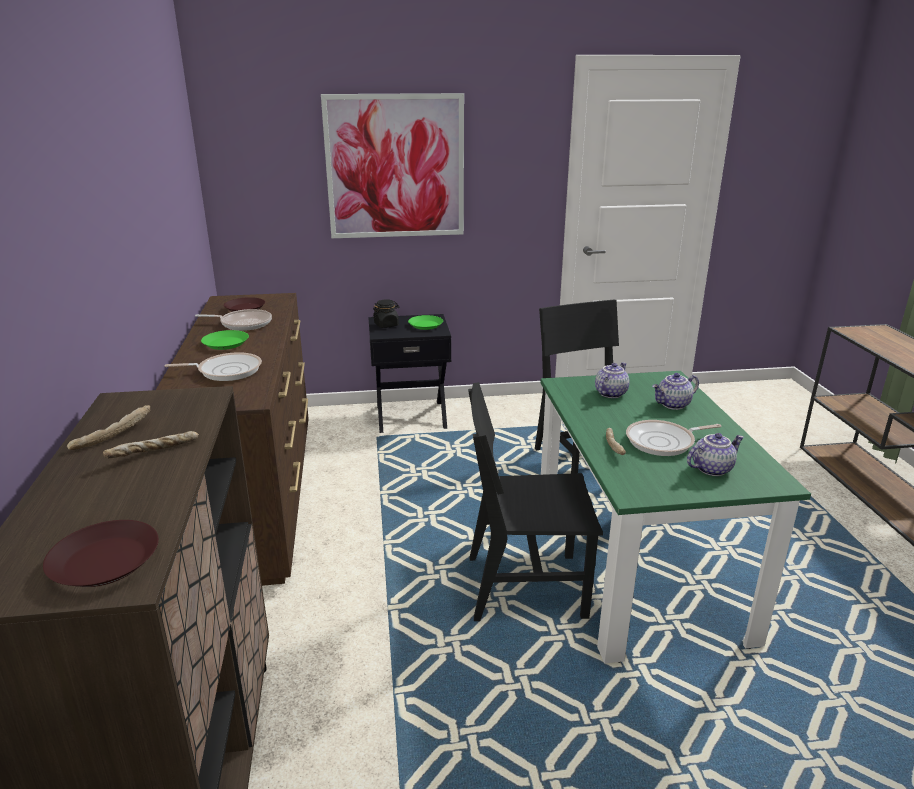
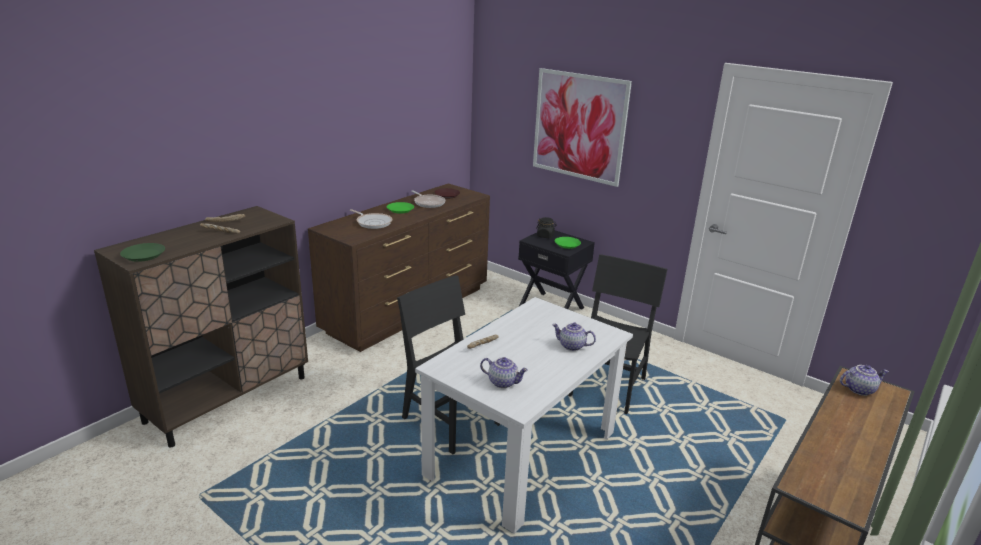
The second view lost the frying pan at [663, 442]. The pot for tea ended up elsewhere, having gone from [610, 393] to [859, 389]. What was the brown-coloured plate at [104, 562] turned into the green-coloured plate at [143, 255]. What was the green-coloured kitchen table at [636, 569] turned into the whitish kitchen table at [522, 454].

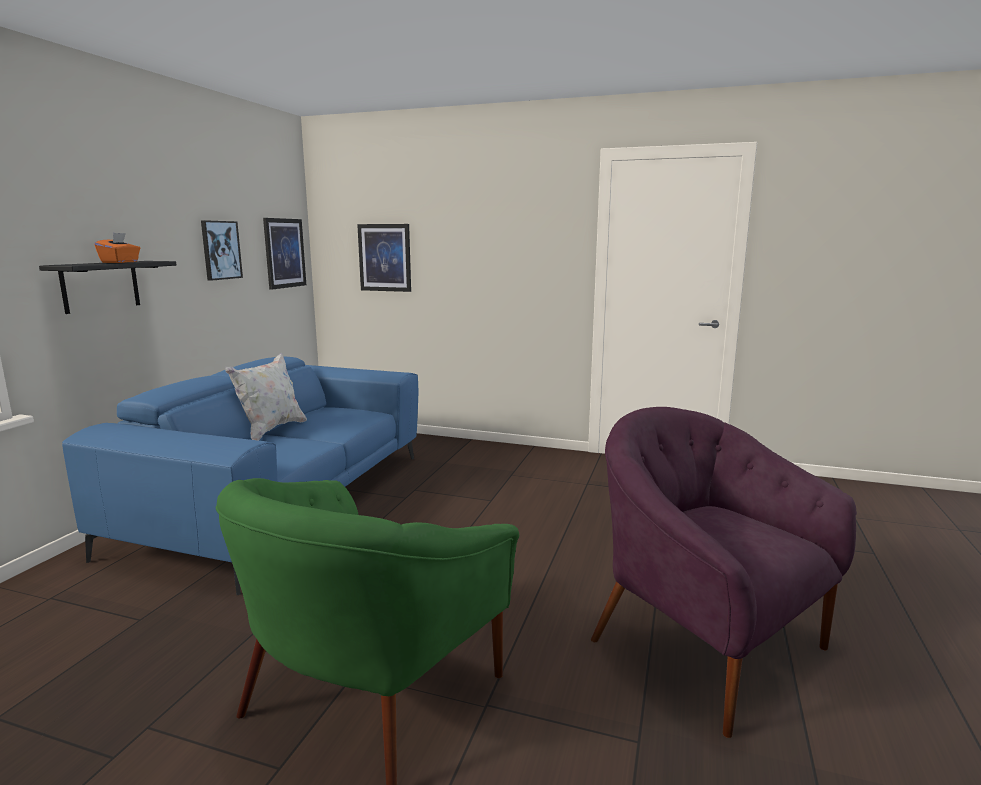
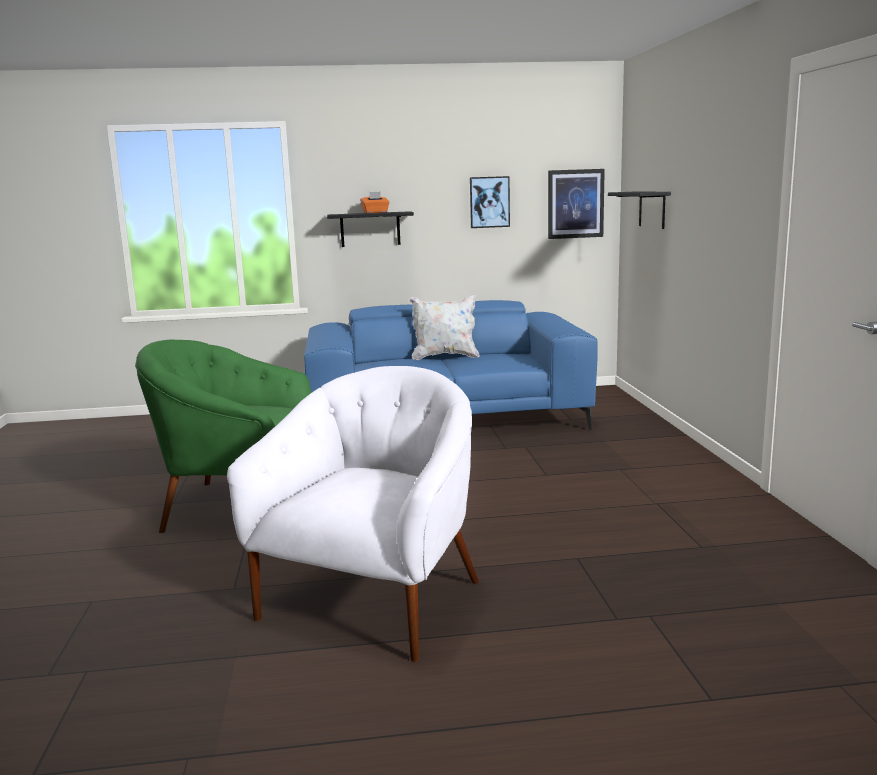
Where the wall art hung at [385, 257], the black shelf came to hang at [652, 209]. What was the purple lounge chair at [704, 644] turned into the whitish lounge chair at [374, 599].

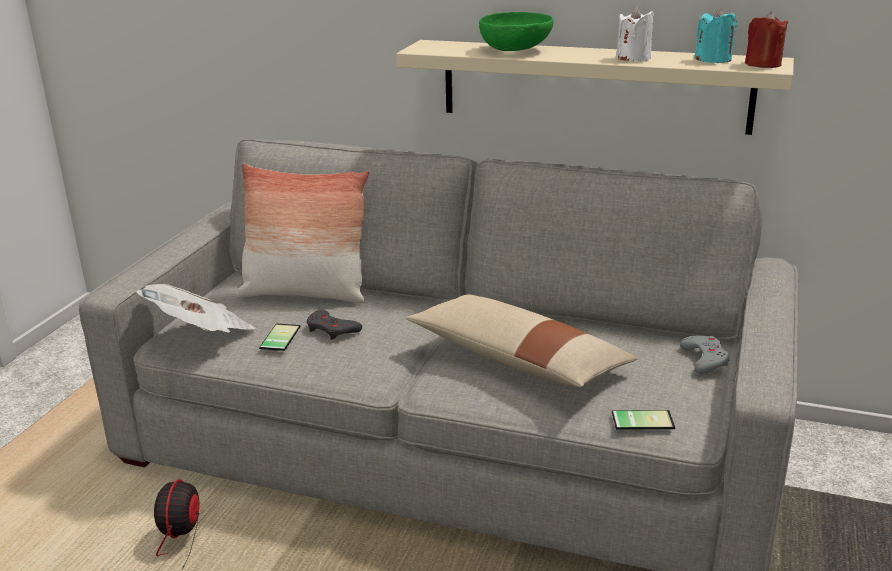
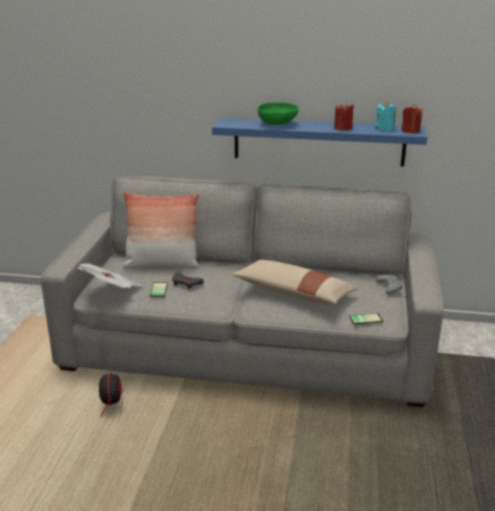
What was the beige shelf at [593, 85] turned into the blue shelf at [318, 142]. What was the whitish wax candle at [633, 58] turned into the red-coloured wax candle at [343, 128].

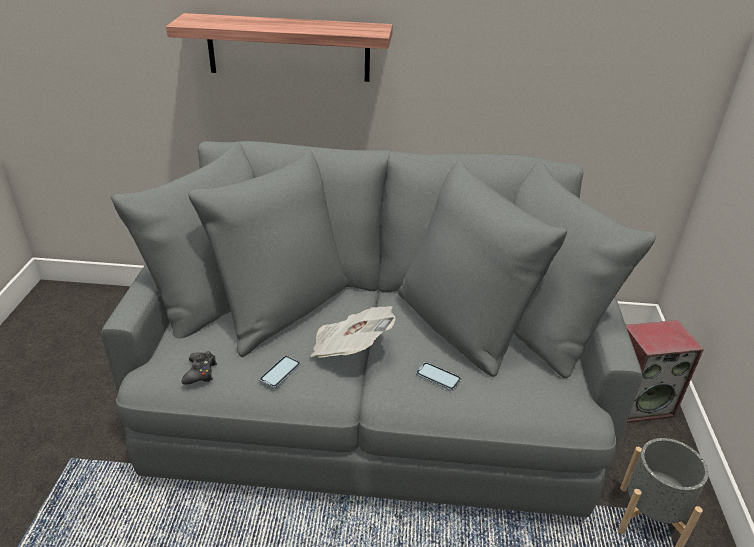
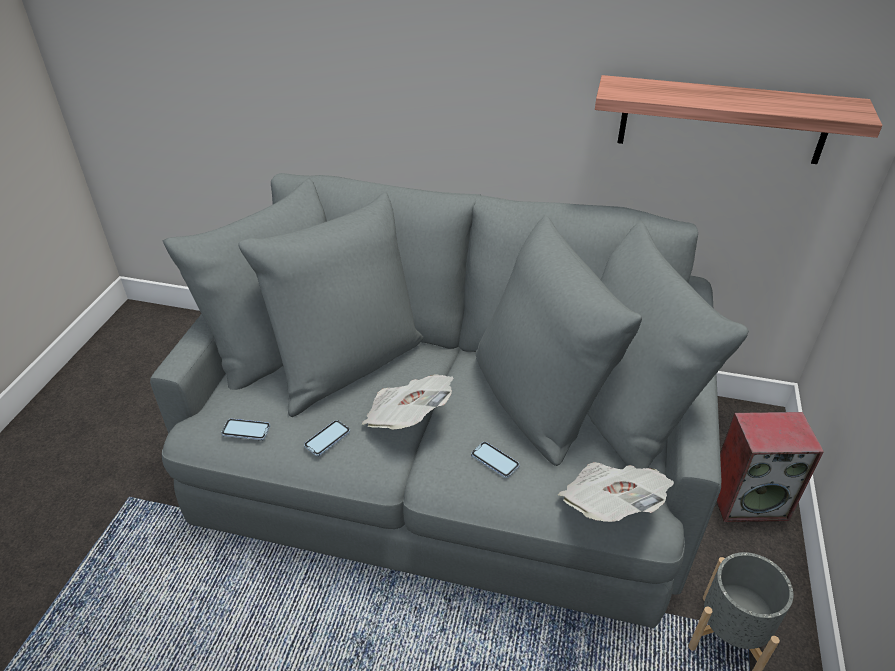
The second view gained the newspaper at [609, 505]. The shelf ended up elsewhere, having gone from [288, 48] to [722, 120]. Where the black joypad stood at [200, 372], the phone came to stand at [246, 430].

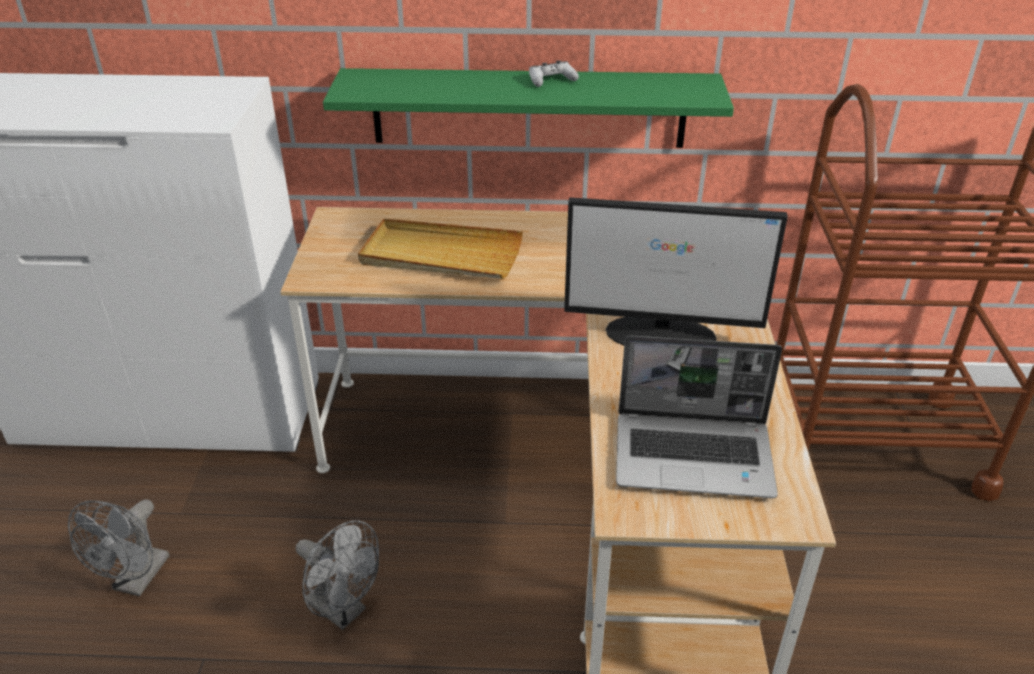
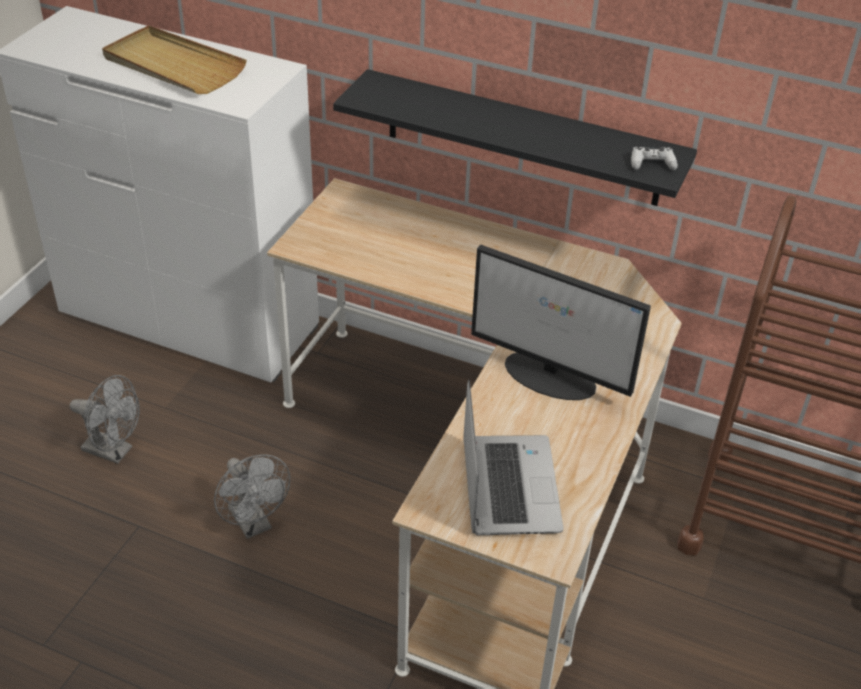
The beige carrying tray ended up elsewhere, having gone from [441, 255] to [173, 65]. The whitish joypad ended up elsewhere, having gone from [551, 80] to [652, 164]. What was the green-coloured shelf at [529, 108] turned into the black shelf at [522, 138]. The grey cooling fan at [137, 581] ended up facing another way, 105 degrees counterclockwise from before. The laptop at [695, 455] ended up facing another way, 120 degrees counterclockwise from before.

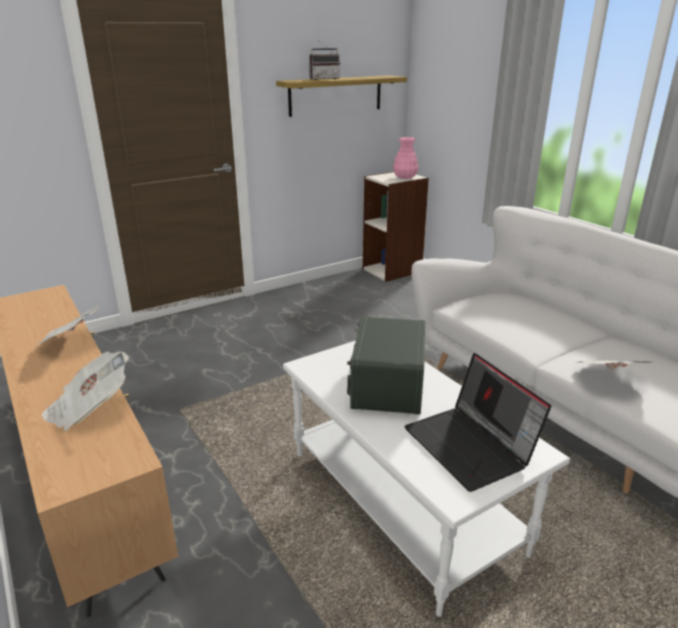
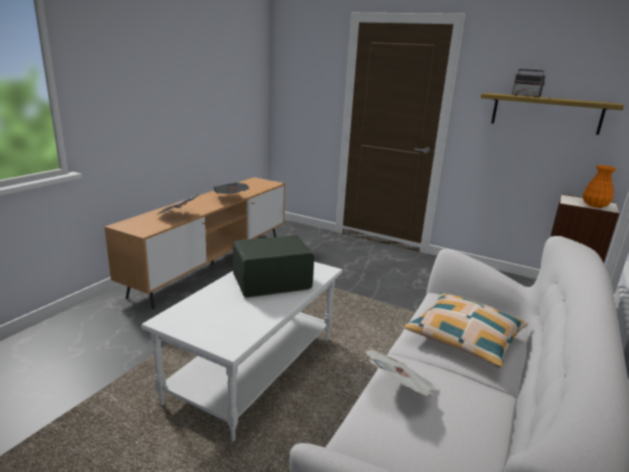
The second view lost the laptop at [471, 446]. The second view gained the throw pillow at [464, 336]. What was the pinkish decorative vase at [405, 177] turned into the orange-coloured decorative vase at [595, 205].

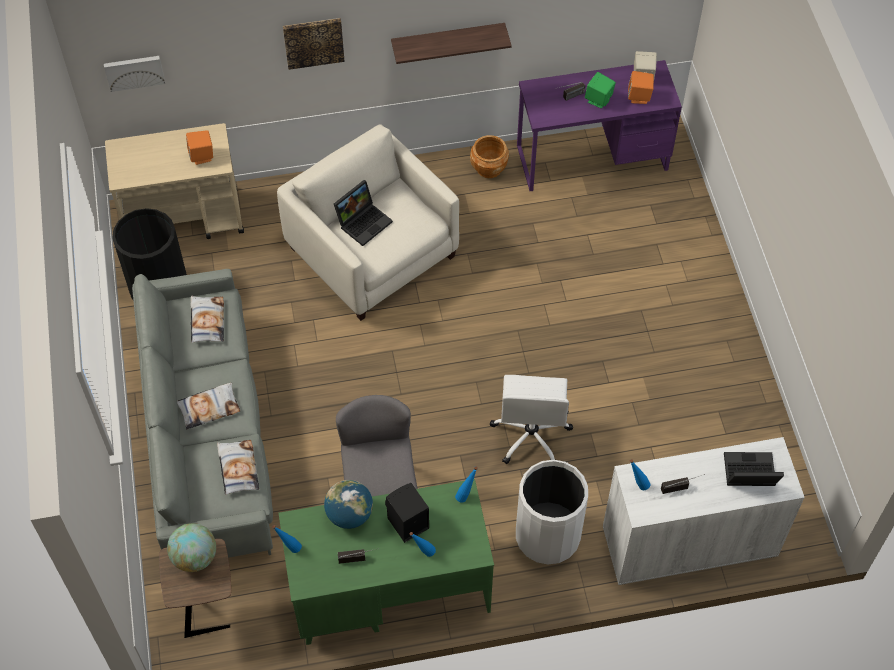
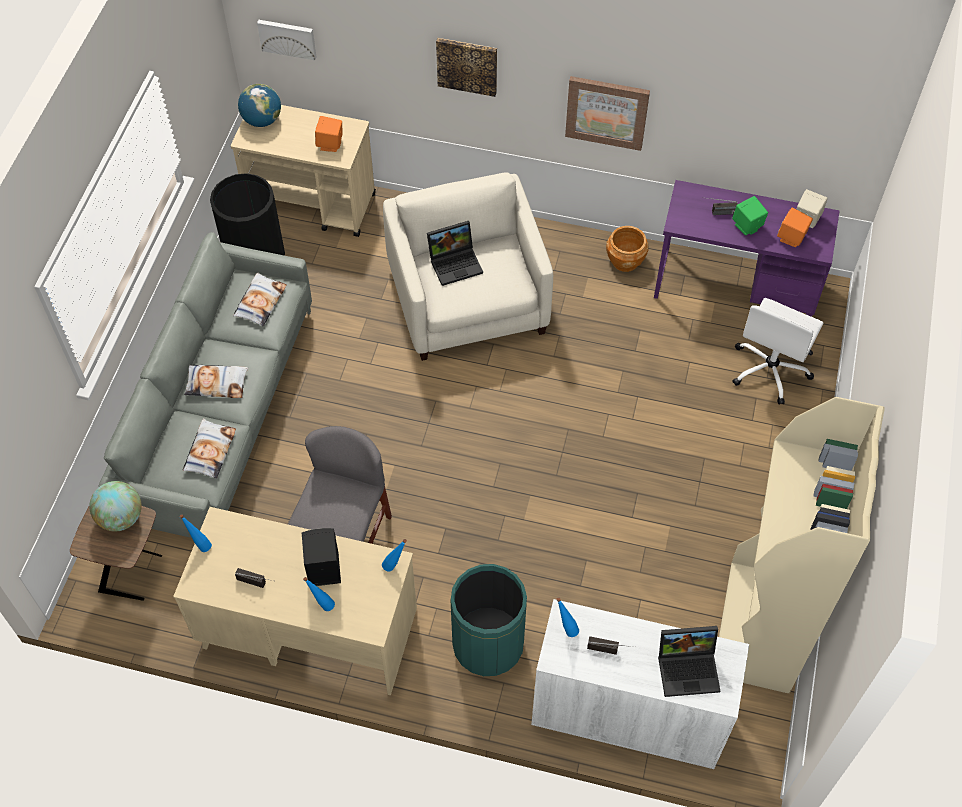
The second view gained the beige bookshelf at [759, 628]. The world globe ended up elsewhere, having gone from [349, 514] to [262, 120]. The whitish office chair ended up elsewhere, having gone from [531, 435] to [770, 370]. Where the shelf hung at [448, 42], the wall art came to hang at [607, 112]. What was the green-coloured desk unit at [388, 589] turned into the beige desk unit at [307, 629]. What was the whitish waste bin at [547, 536] turned into the green-coloured waste bin at [488, 644]. The laptop at [748, 475] ended up facing another way, 150 degrees clockwise from before.

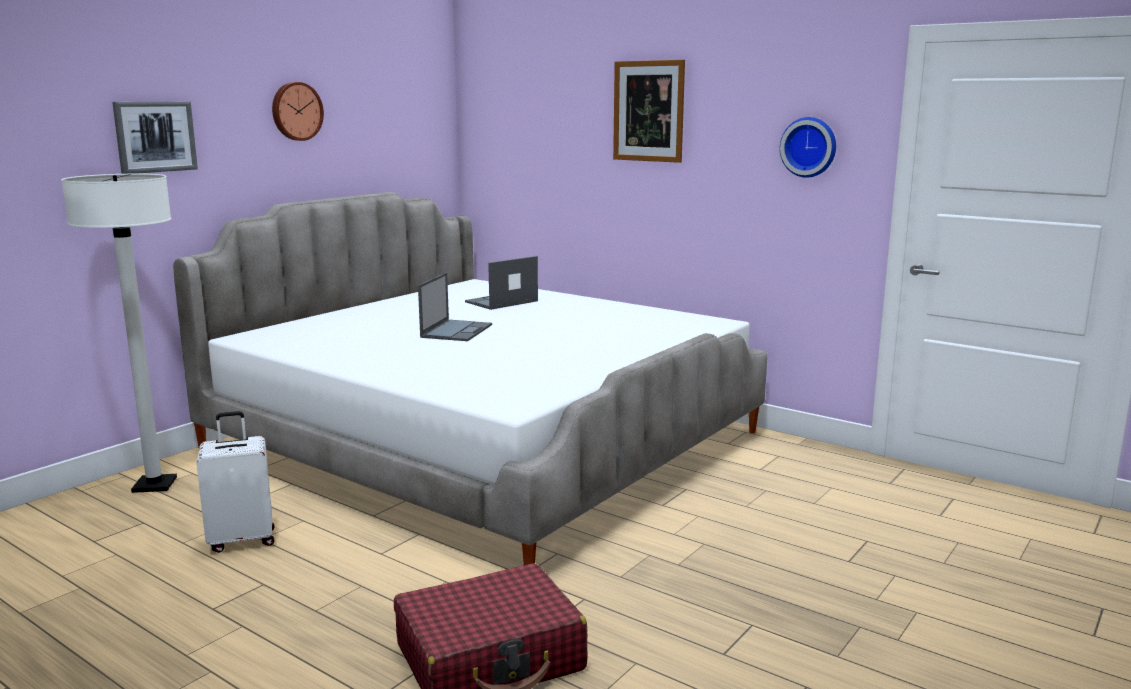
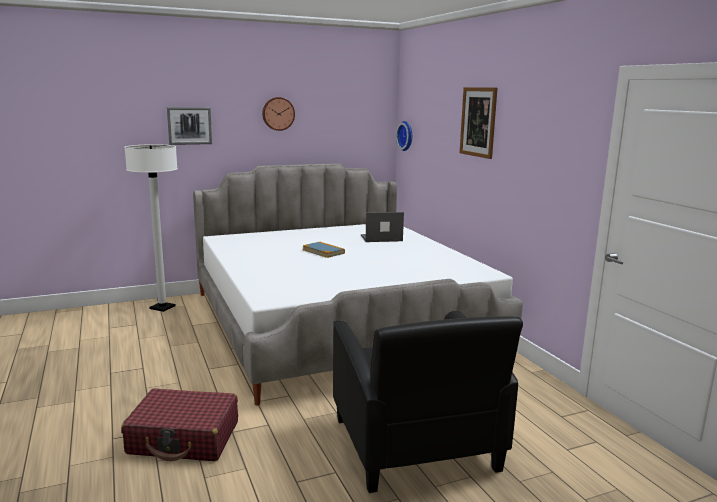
The second view lost the whitish piece of luggage at [242, 540]. The second view gained the black lounge chair at [415, 445]. The wall clock ended up elsewhere, having gone from [809, 147] to [406, 136]. Where the laptop stood at [456, 331], the book came to stand at [323, 251].

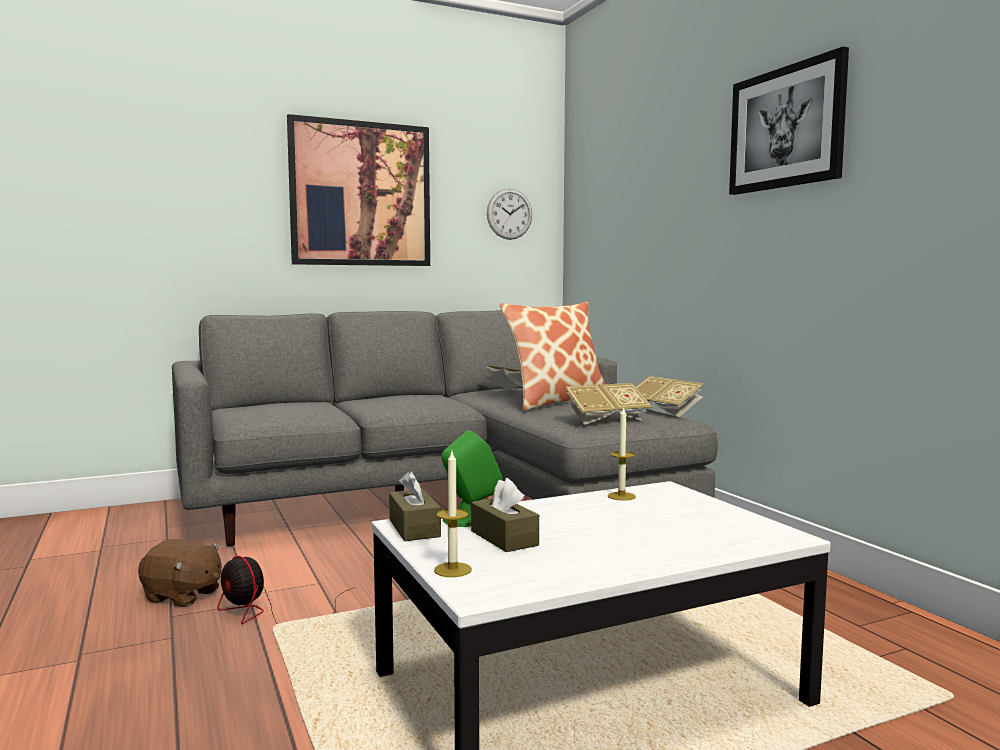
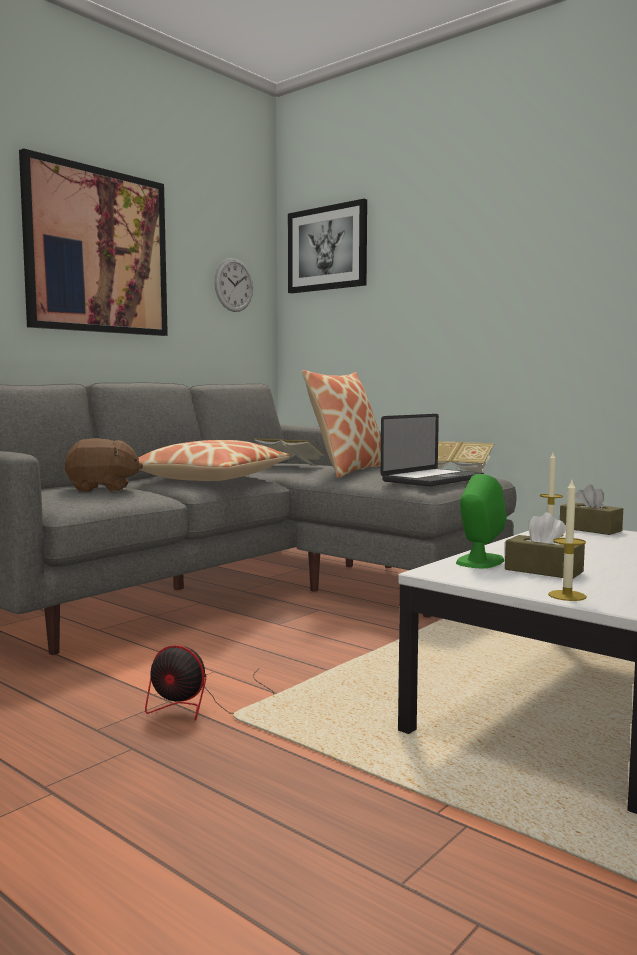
The second view gained the throw pillow at [211, 478]. The brown-coloured cuddly toy ended up elsewhere, having gone from [182, 596] to [102, 489]. The brown-coloured box of tissues ended up elsewhere, having gone from [414, 528] to [590, 529]. The wall art ended up elsewhere, having gone from [786, 128] to [327, 248]. Where the book stood at [606, 420], the laptop came to stand at [433, 479].

